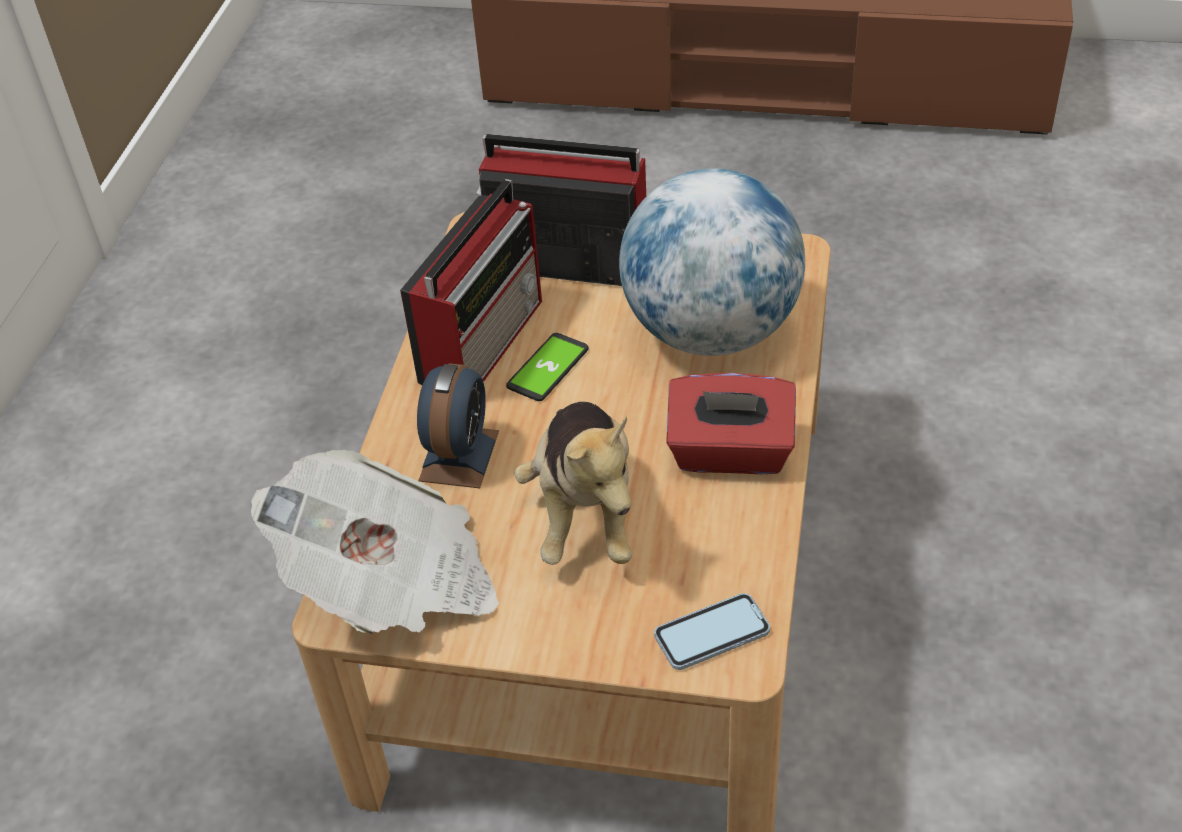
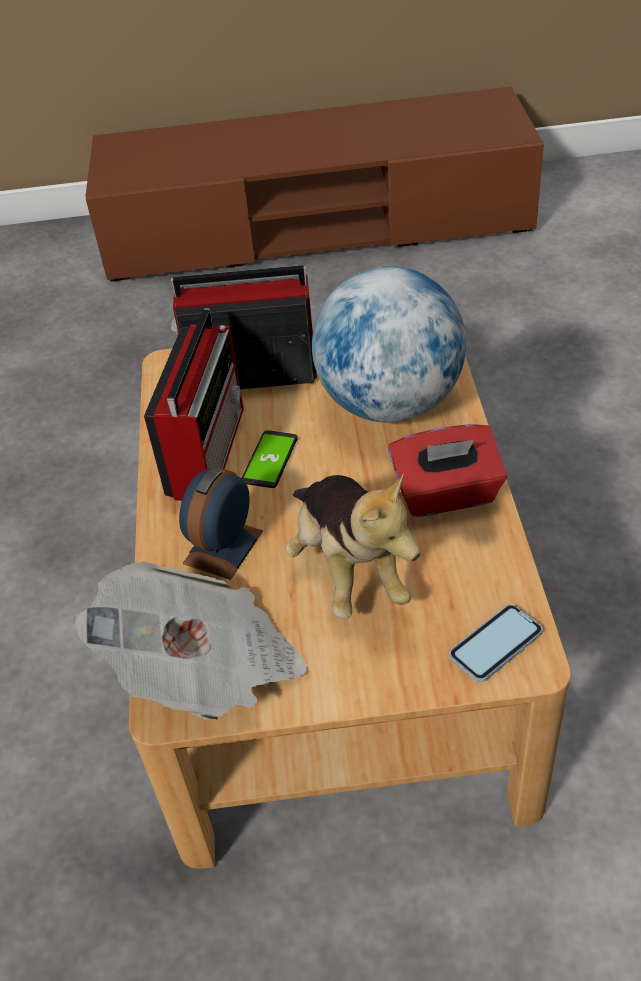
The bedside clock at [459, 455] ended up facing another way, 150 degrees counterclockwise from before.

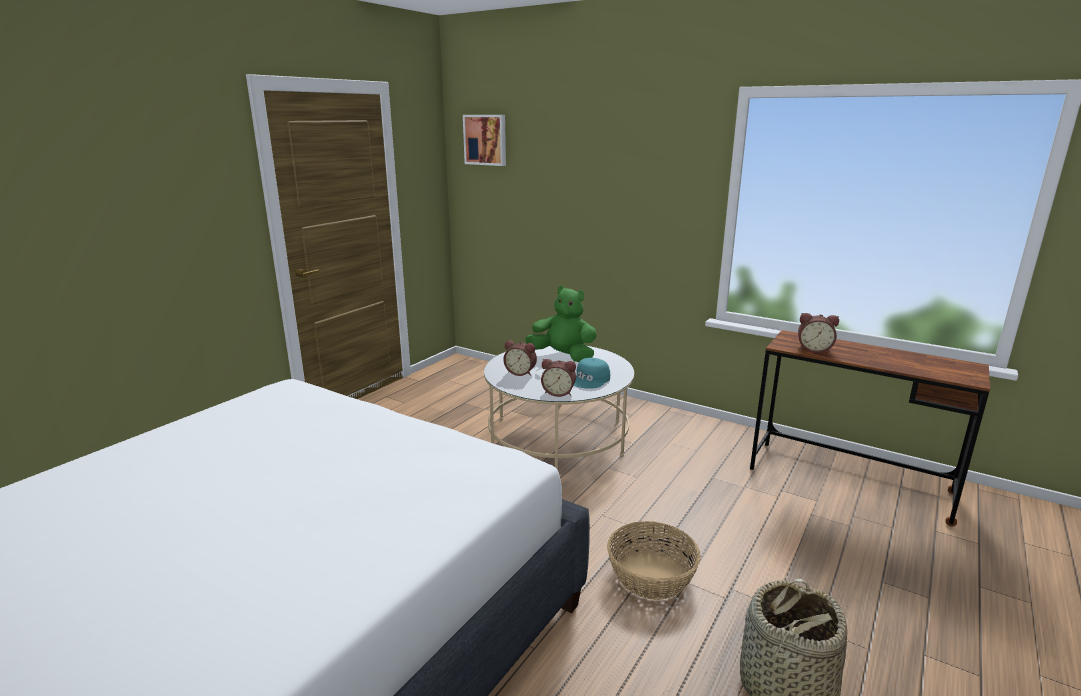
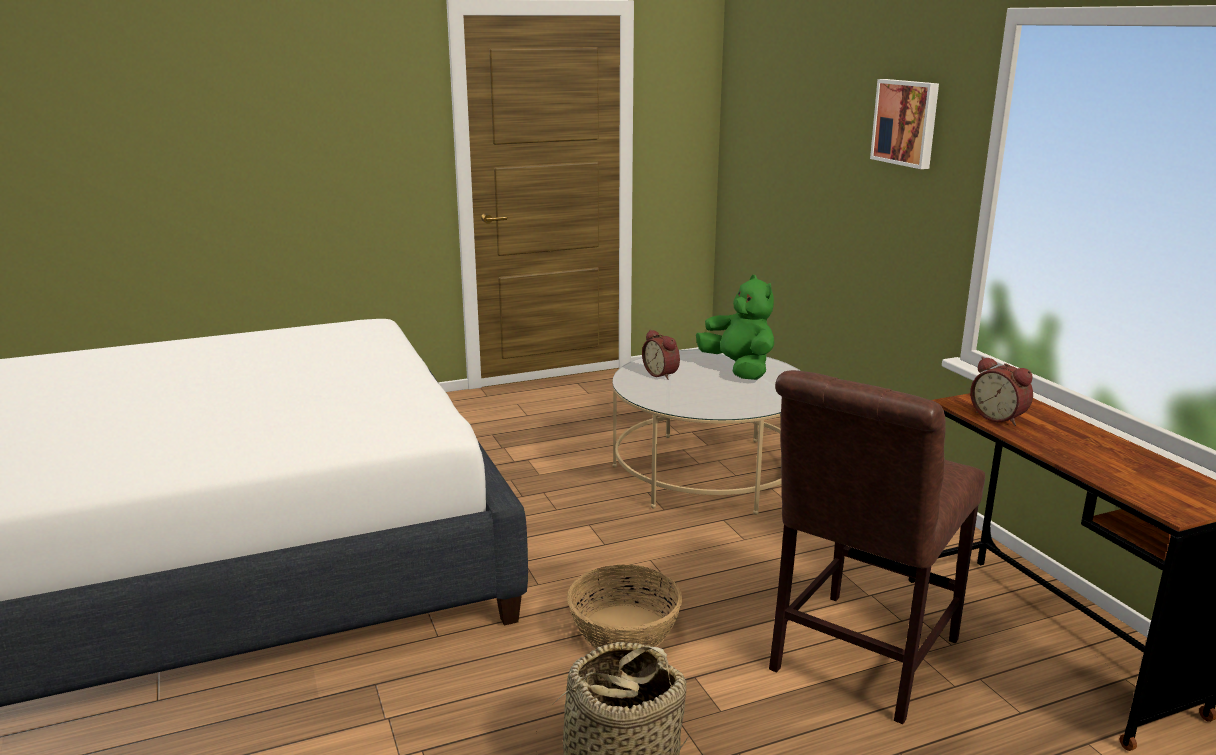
The second view lost the bedside clock at [558, 392]. The second view lost the turquoise-coloured cap at [590, 380]. The second view gained the brown-coloured chair at [858, 659]. The wall art ended up elsewhere, having gone from [486, 140] to [906, 122].

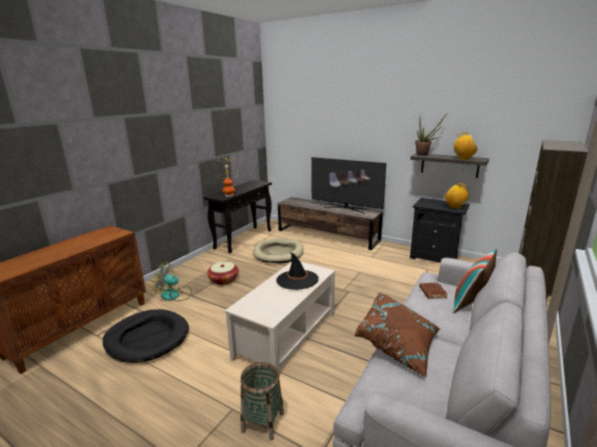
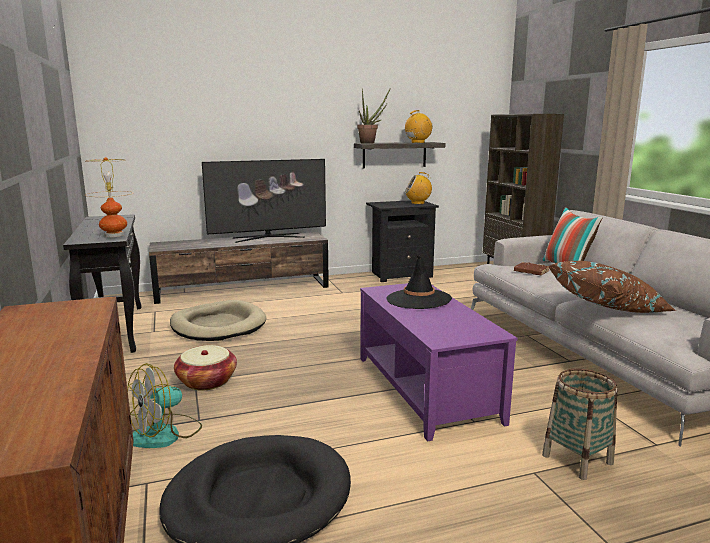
What was the beige low table at [286, 335] turned into the purple low table at [426, 388].

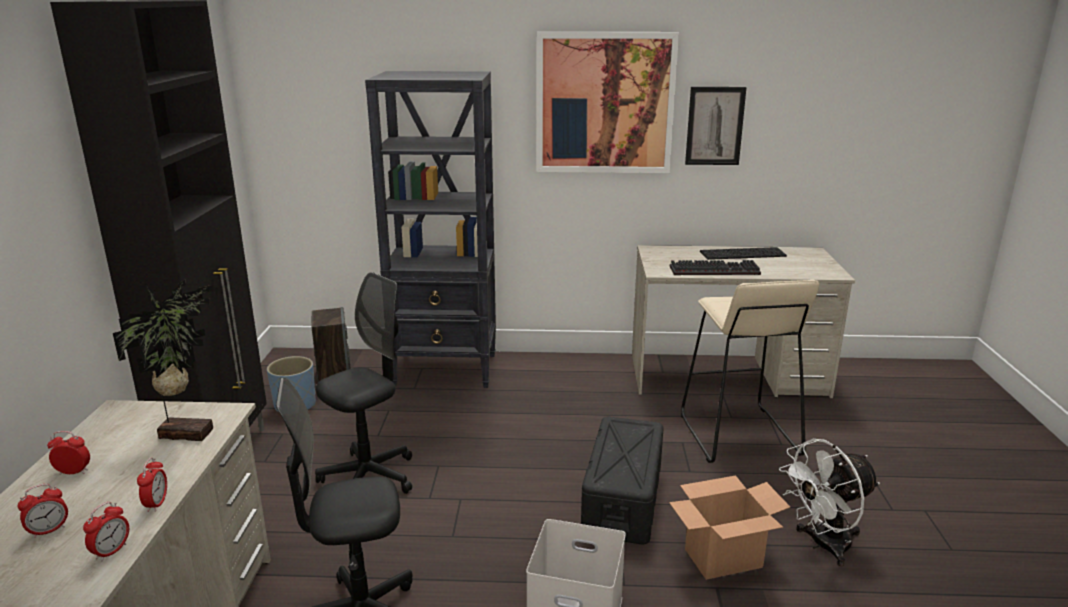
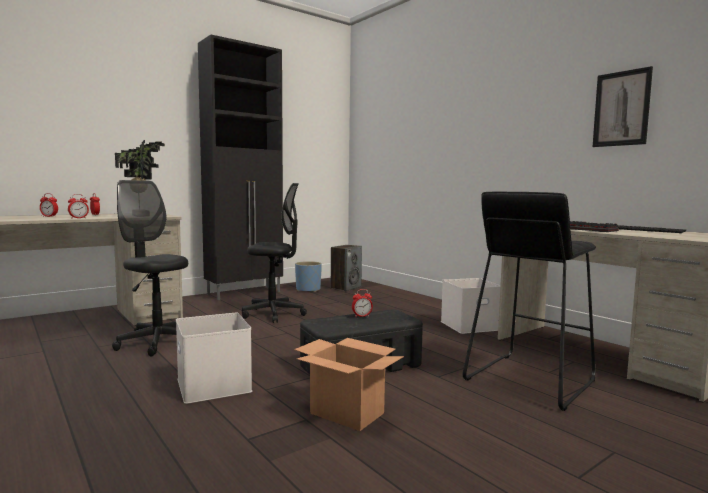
The second view lost the black bookshelf at [446, 370]. The second view lost the wall art at [605, 103]. The second view lost the whitish cooling fan at [822, 545]. The second view gained the whitish storage bin at [470, 325]. The bedside clock ended up elsewhere, having gone from [111, 551] to [362, 316]. What was the beige stool at [737, 435] turned into the black stool at [528, 380].

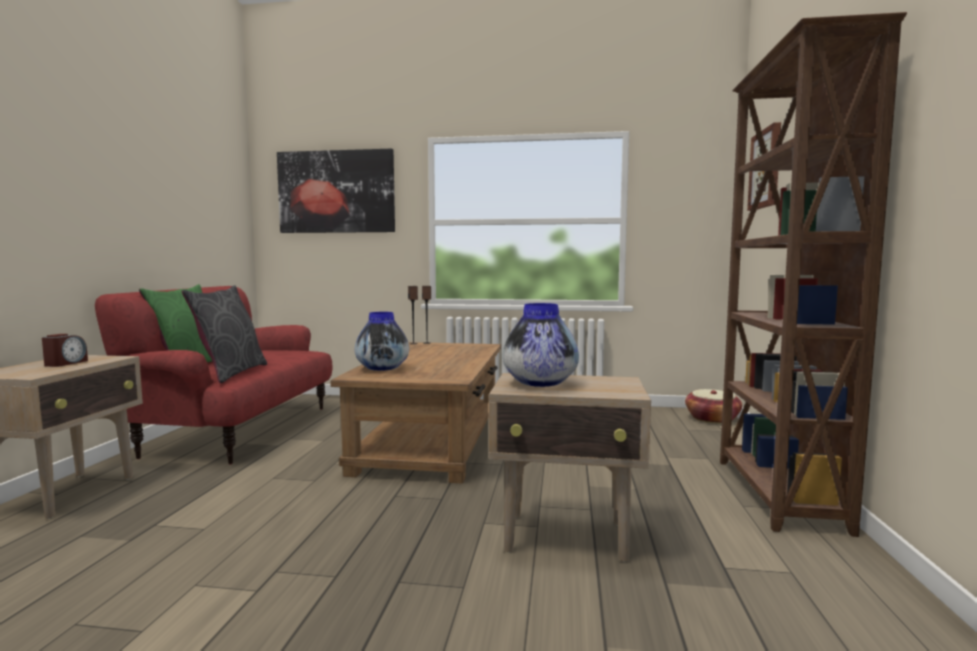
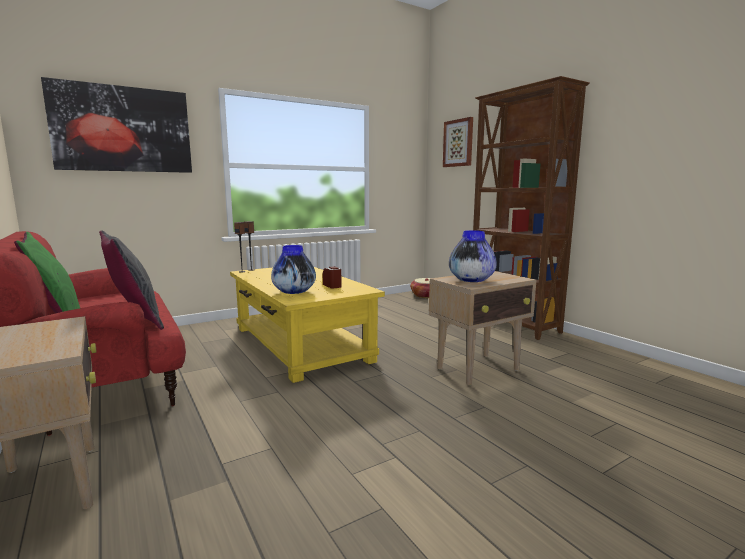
The bedside clock ended up elsewhere, having gone from [65, 363] to [332, 286]. What was the brown-coloured low table at [432, 440] turned into the yellow-coloured low table at [300, 344].

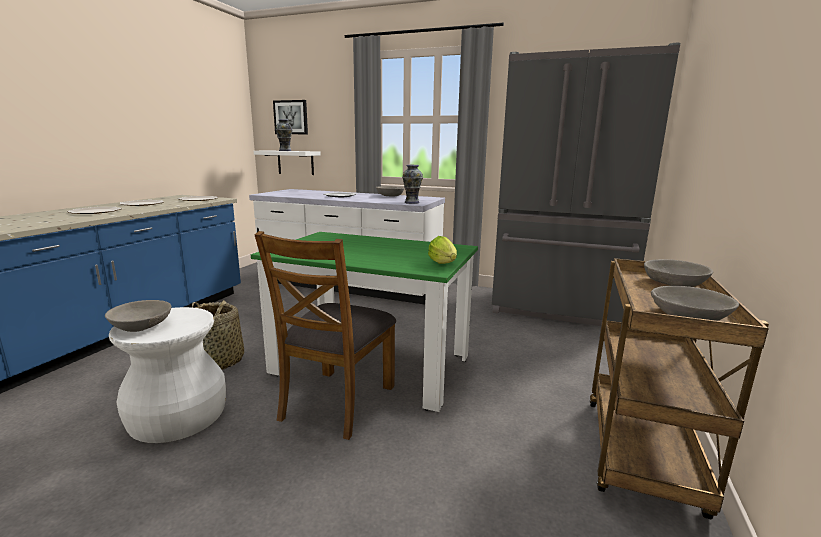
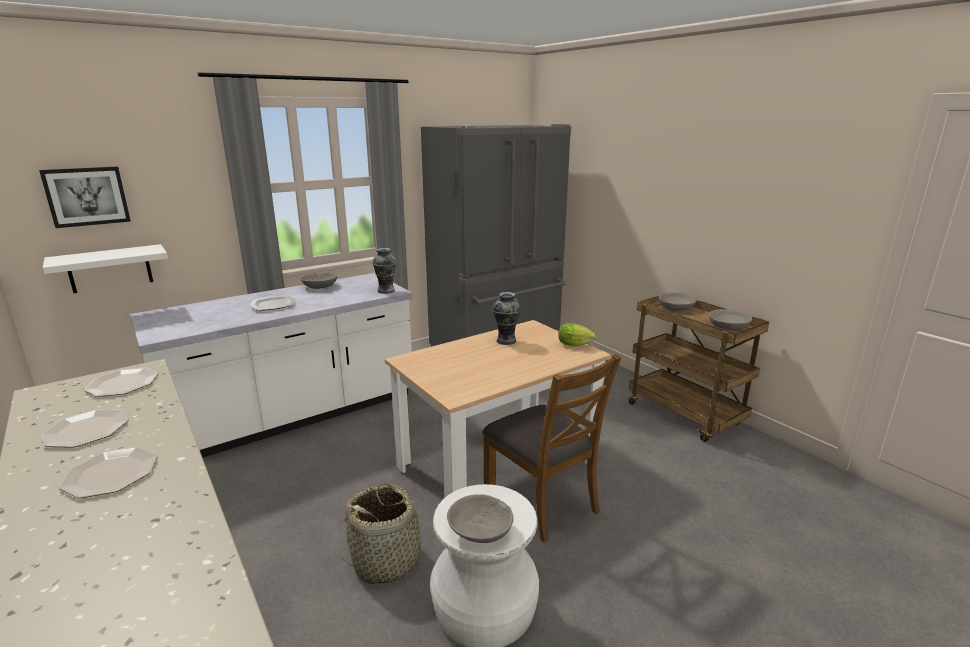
The decorative vase ended up elsewhere, having gone from [285, 150] to [506, 341]. What was the green-coloured kitchen table at [371, 365] turned into the beige kitchen table at [497, 464].

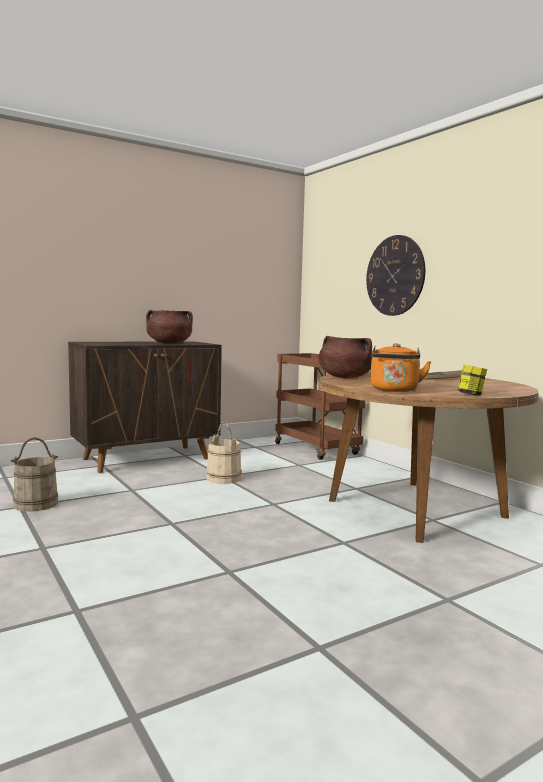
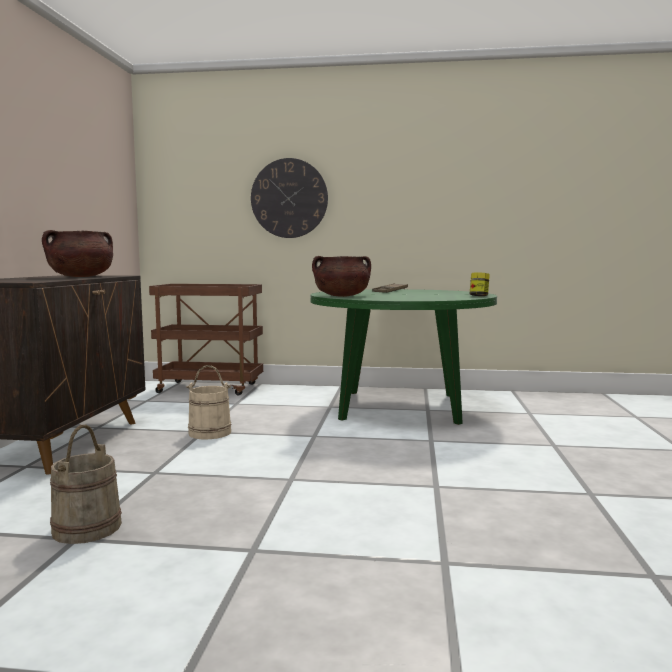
The second view lost the orange-coloured kettle at [394, 390]. What was the brown-coloured kitchen table at [415, 508] turned into the green-coloured kitchen table at [400, 406].

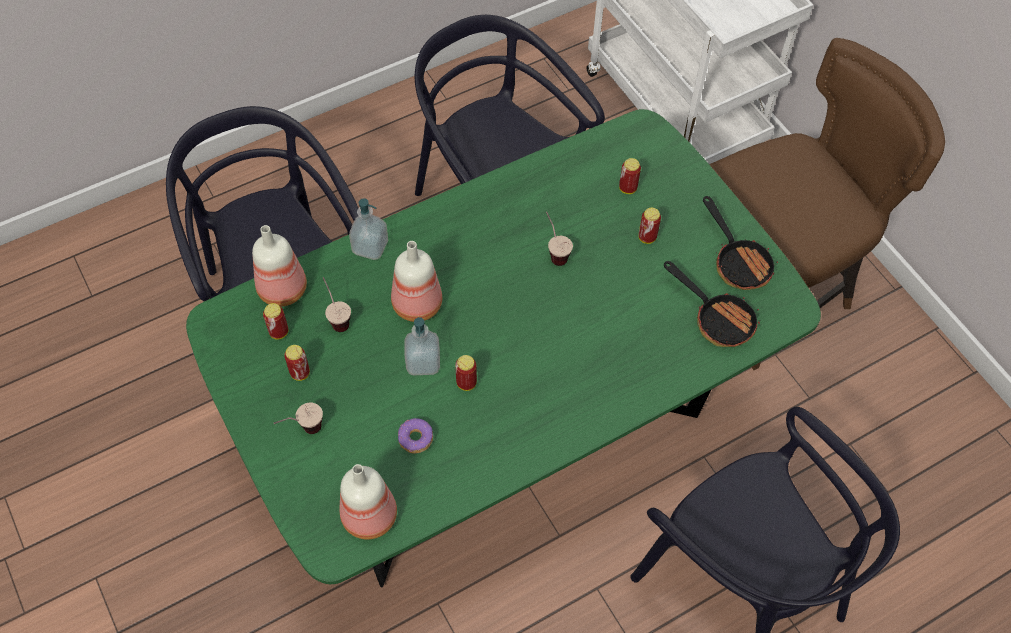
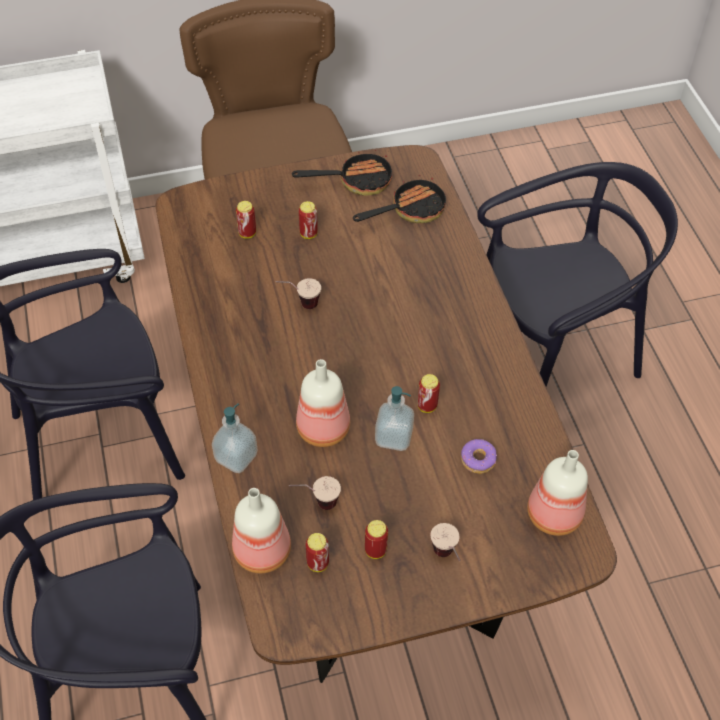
What was the green-coloured kitchen table at [503, 431] turned into the brown-coloured kitchen table at [356, 493].

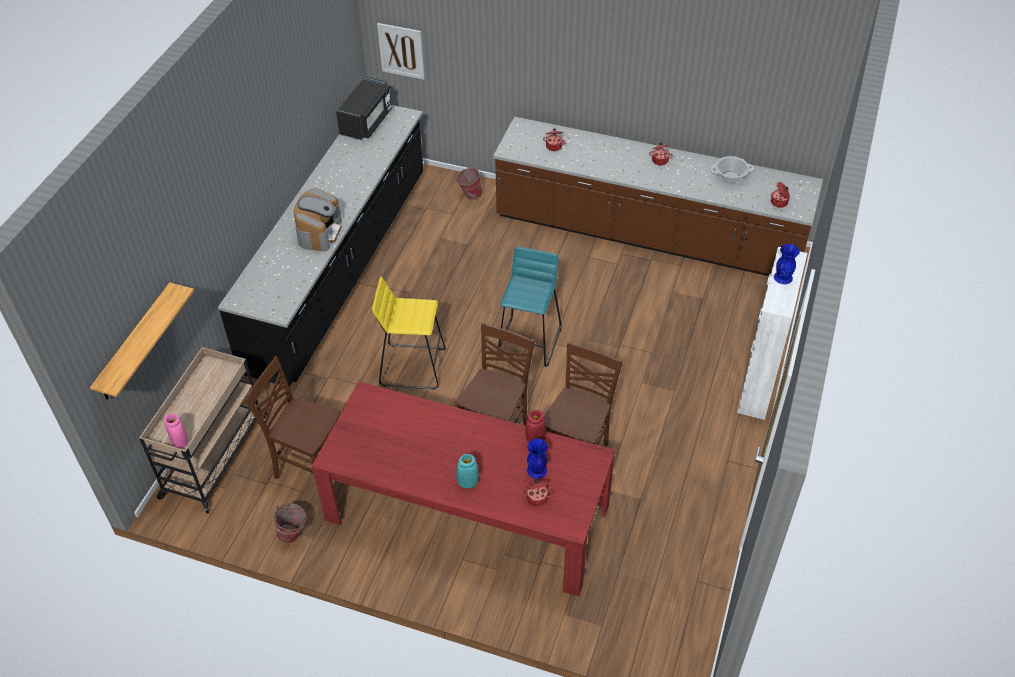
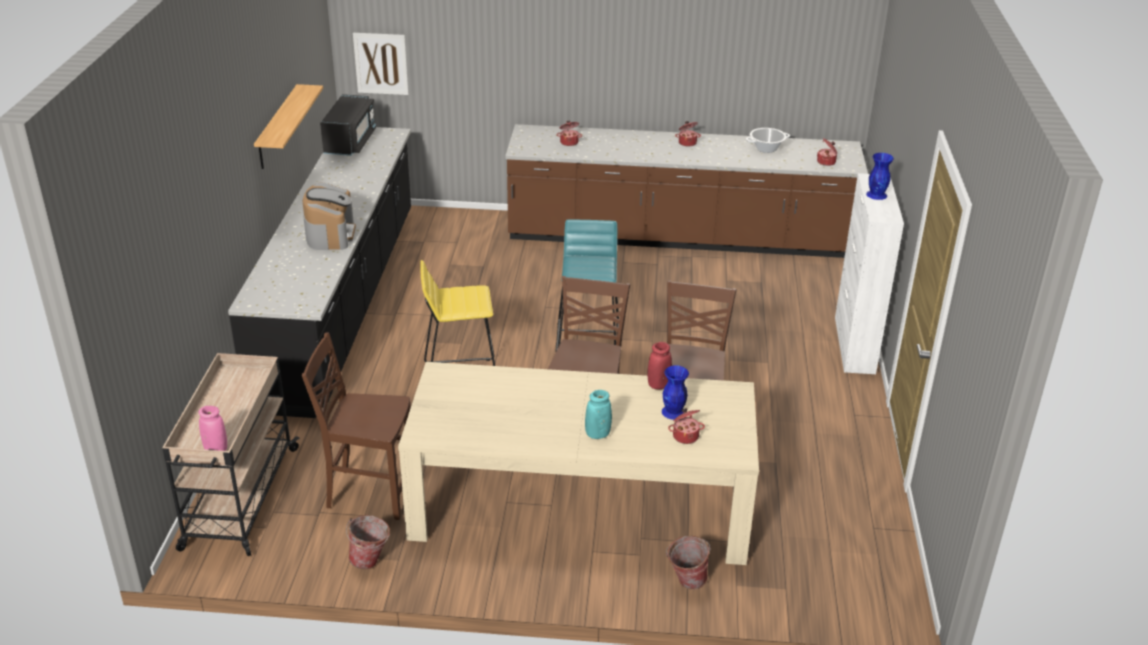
The shelf ended up elsewhere, having gone from [135, 343] to [278, 127]. The bucket ended up elsewhere, having gone from [469, 195] to [685, 582]. What was the red-coloured kitchen table at [467, 513] turned into the beige kitchen table at [580, 505].

